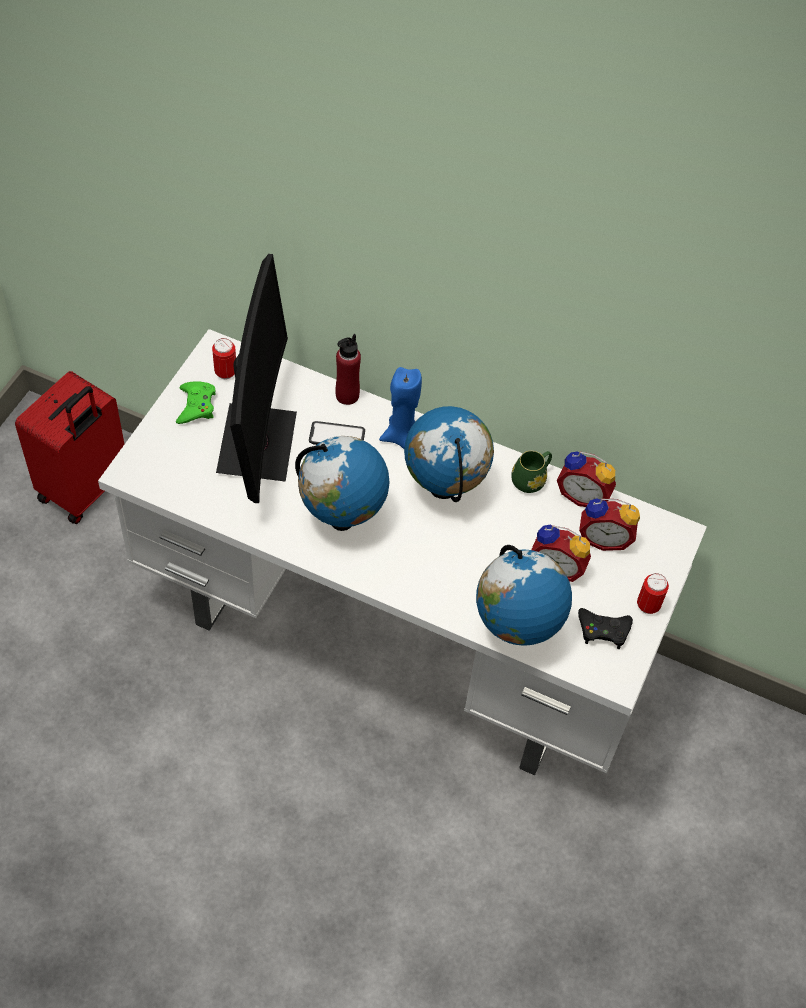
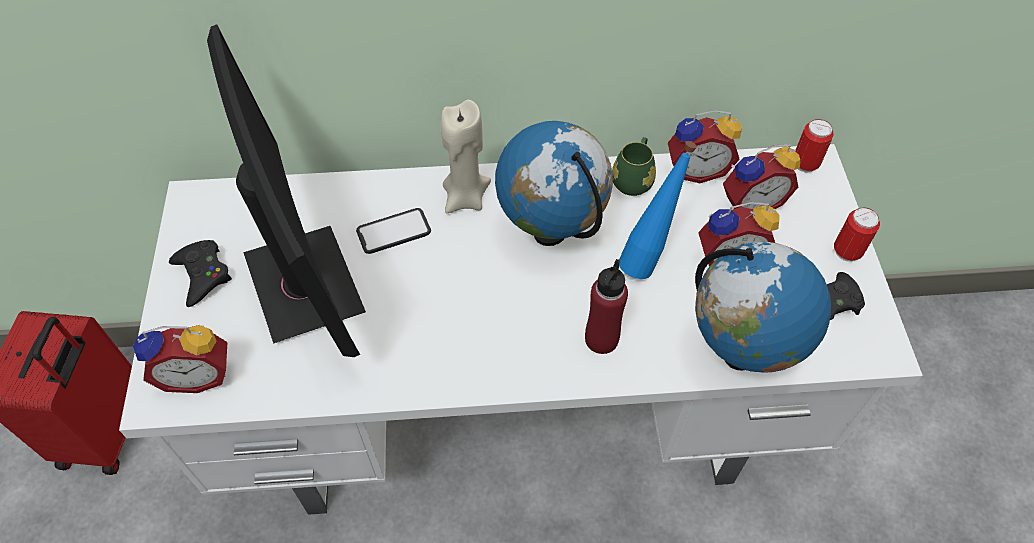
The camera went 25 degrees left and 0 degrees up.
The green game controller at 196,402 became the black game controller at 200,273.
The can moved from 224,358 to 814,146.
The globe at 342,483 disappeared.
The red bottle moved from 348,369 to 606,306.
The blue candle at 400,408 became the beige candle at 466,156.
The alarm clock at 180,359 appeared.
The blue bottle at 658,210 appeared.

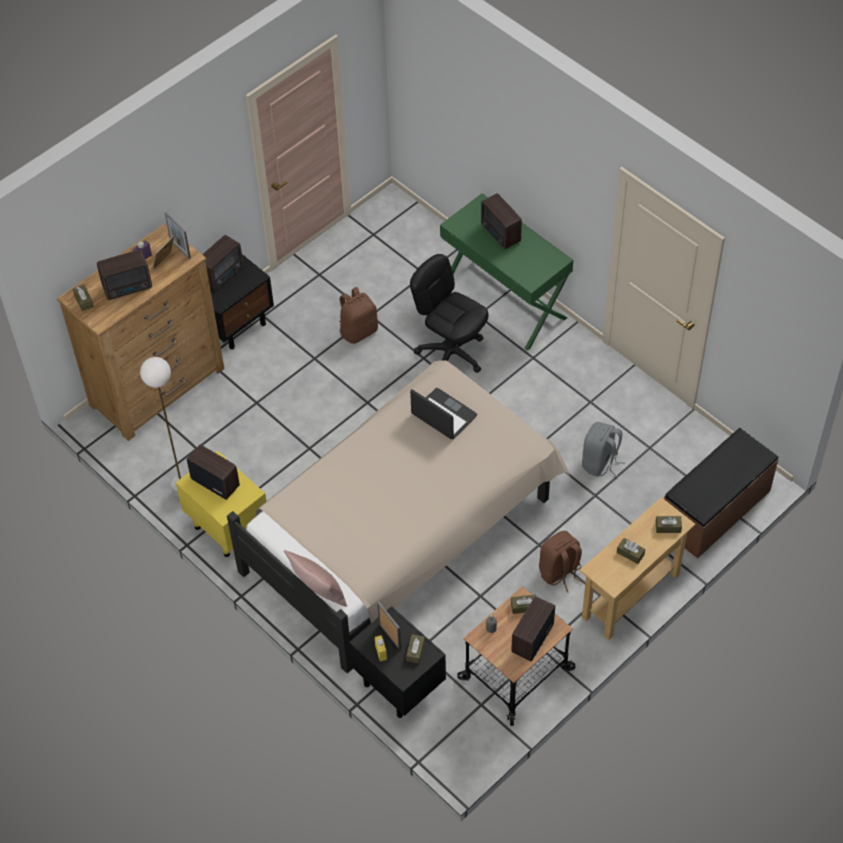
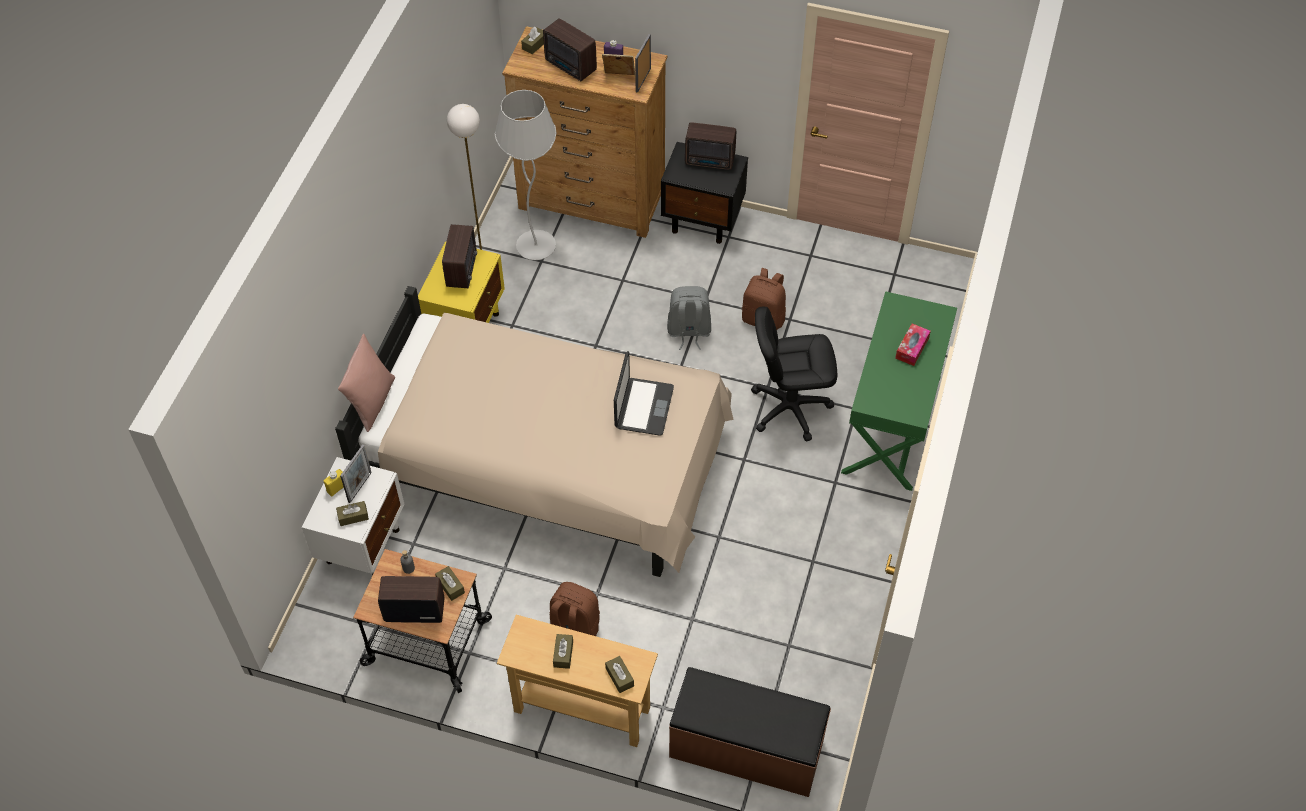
The camera went 60 degrees right and 0 degrees up.
The black nightstand at 397,662 became the white nightstand at 353,516.
The black office chair at 449,313 turned 105 degrees counterclockwise.
The radio at 501,221 was replaced by the tissue box at 913,345.
The grey backpack moved from 603,449 to 689,318.
The white floor lamp at 526,175 appeared.

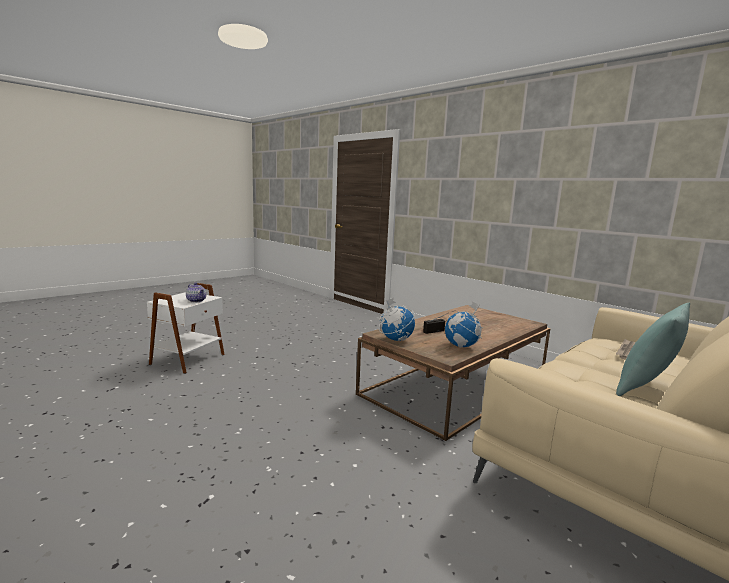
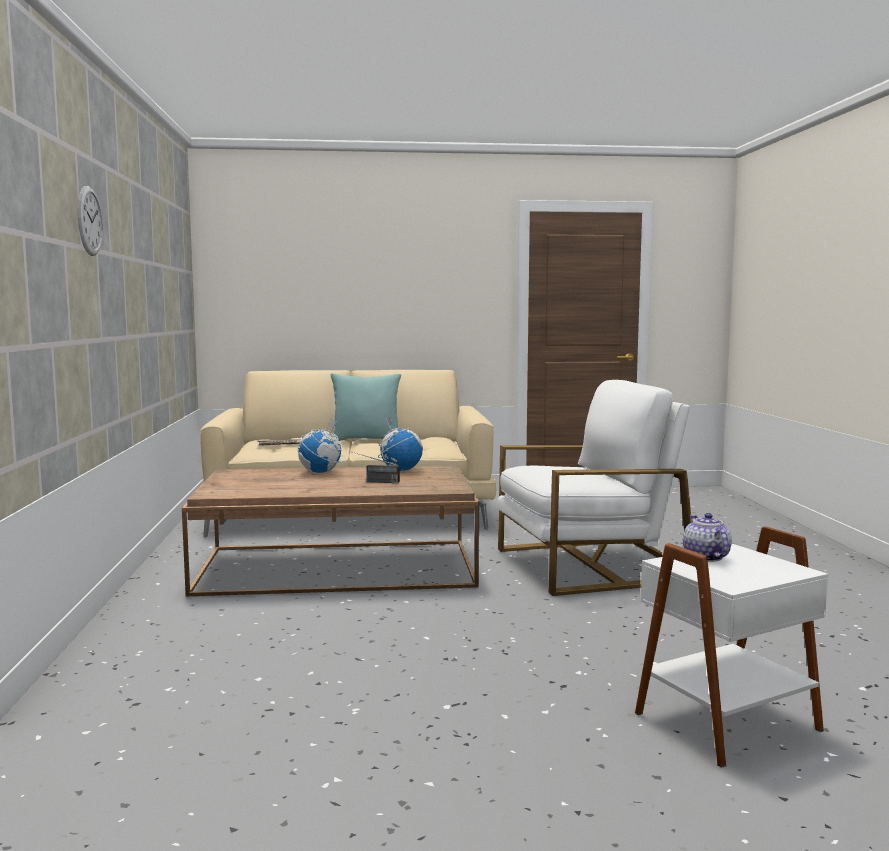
The camera went 140 degrees left and 5 degrees down.
The globe moved from 397,319 to 320,445.
The wall clock at 90,221 appeared.
The white armchair at 594,488 appeared.

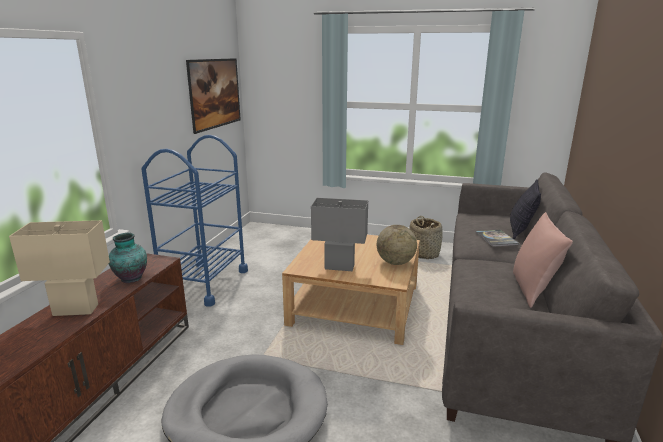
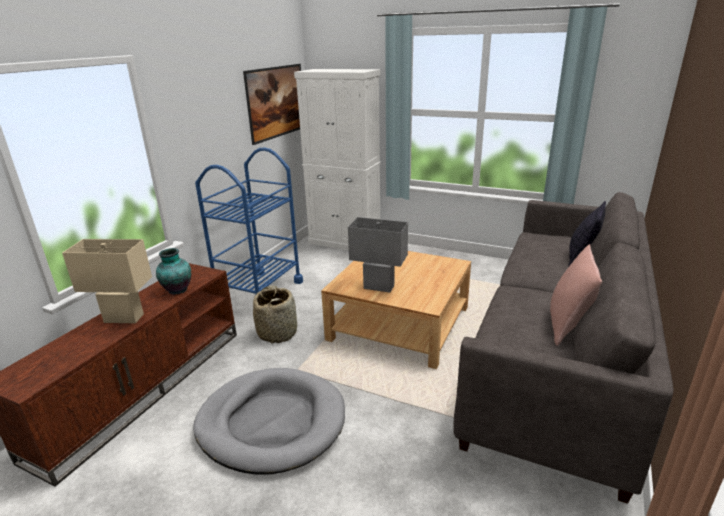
The camera went 10 degrees right and 5 degrees up.
The globe at 397,245 disappeared.
The basket moved from 426,237 to 275,315.
The book at 497,238 disappeared.
The white cabinet at 337,160 appeared.

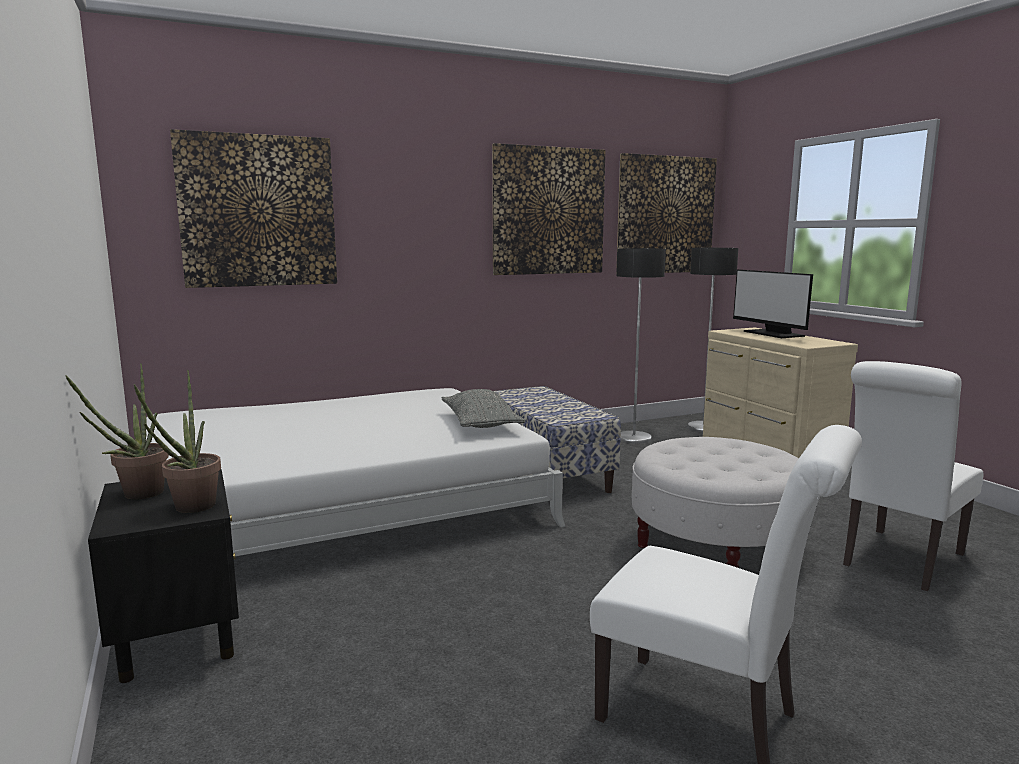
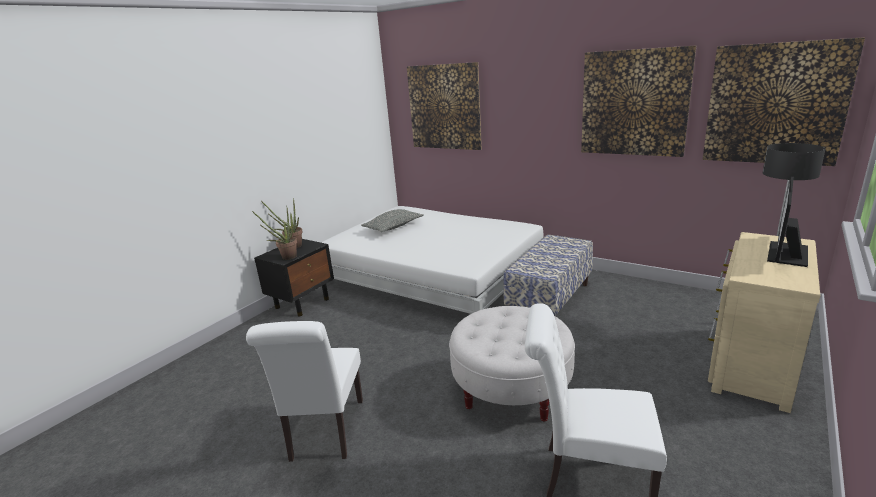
The camera went 60 degrees right and 10 degrees up.
The grey pillow moved from 483,408 to 392,220.
The floor lamp at 641,346 disappeared.

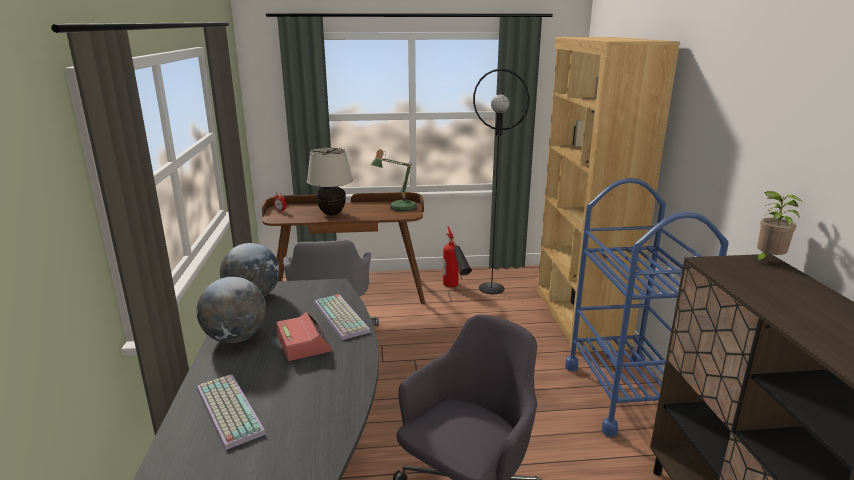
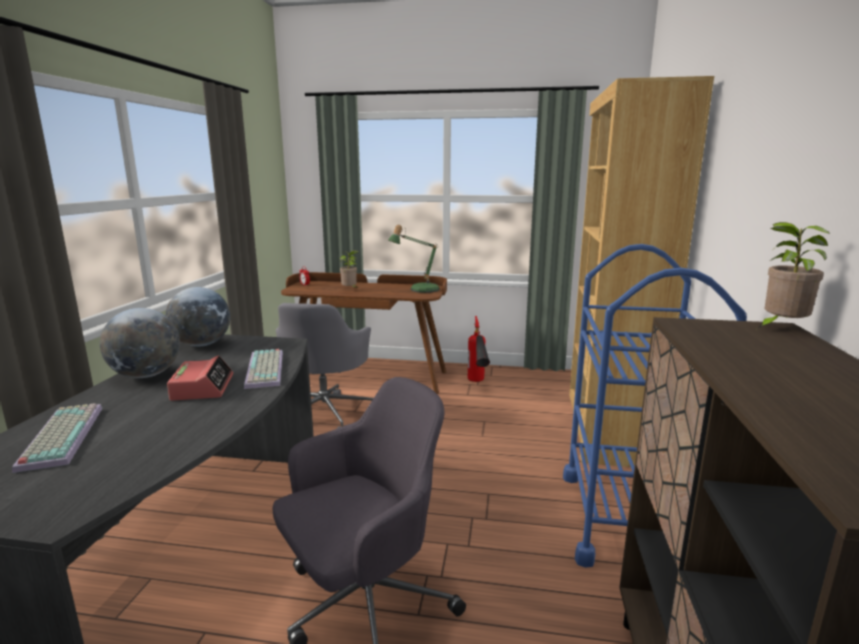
The camera went 15 degrees right and 5 degrees down.
The beige table lamp at 330,182 was replaced by the potted plant at 349,269.
The black floor lamp at 501,181 disappeared.

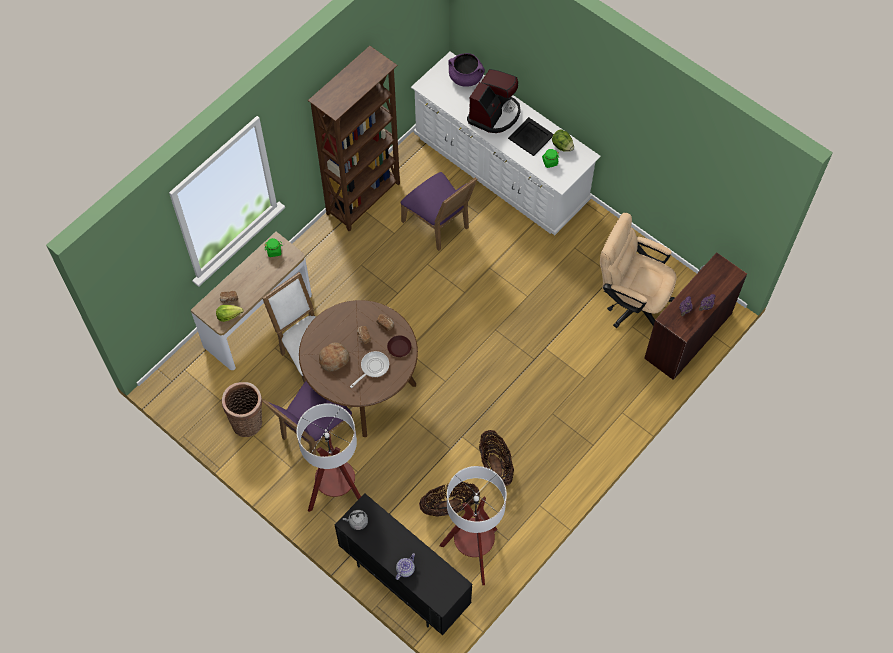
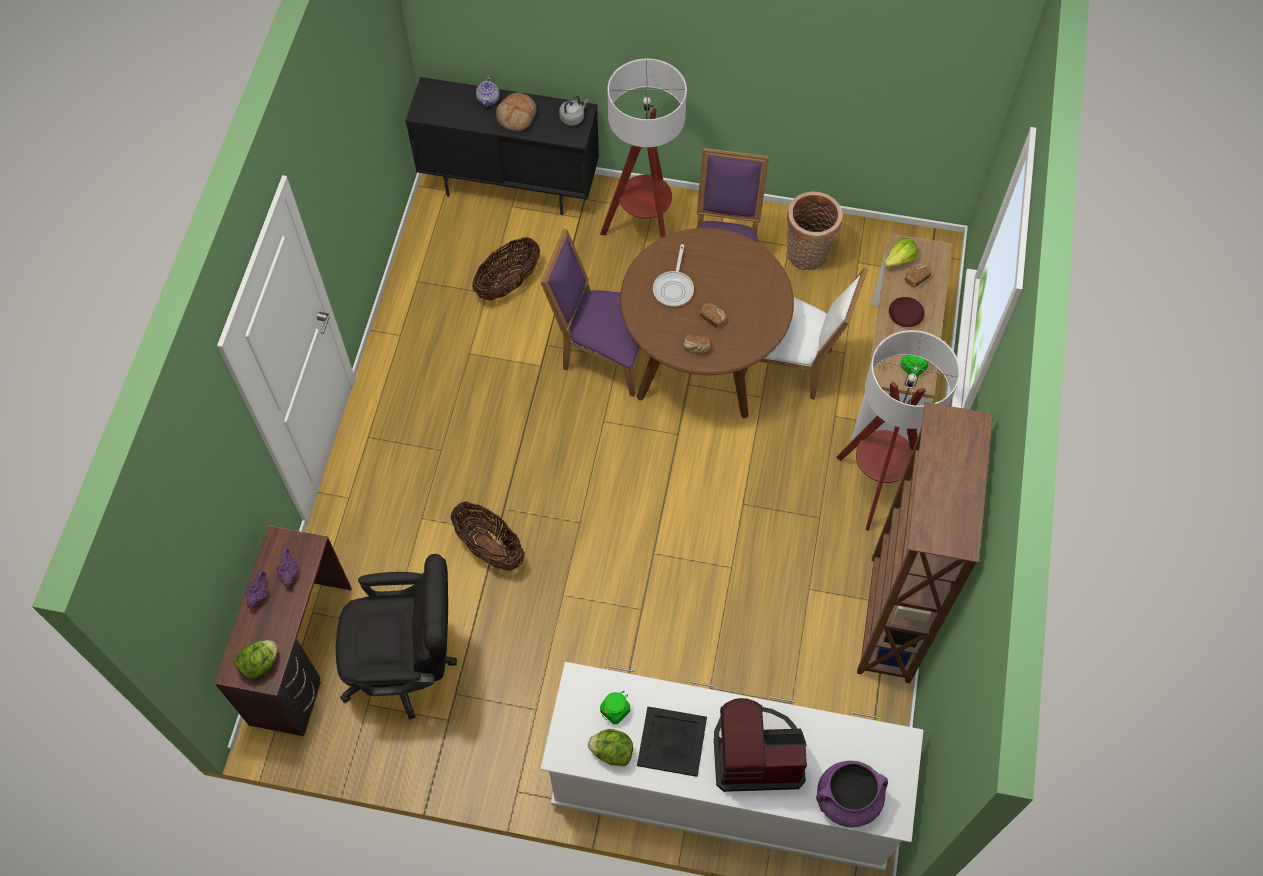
The camera went 150 degrees right and 0 degrees up.
The bread moved from 334,357 to 516,111.
The brown plate moved from 399,346 to 907,312.
The purple chair moved from 439,211 to 590,313.
The floor lamp moved from 473,525 to 898,430.
The coffee machine at 494,101 turned 90 degrees clockwise.
The basket moved from 496,458 to 488,536.
The beige office chair at 638,270 became the black office chair at 396,637.
The lettuce at 255,659 appeared.

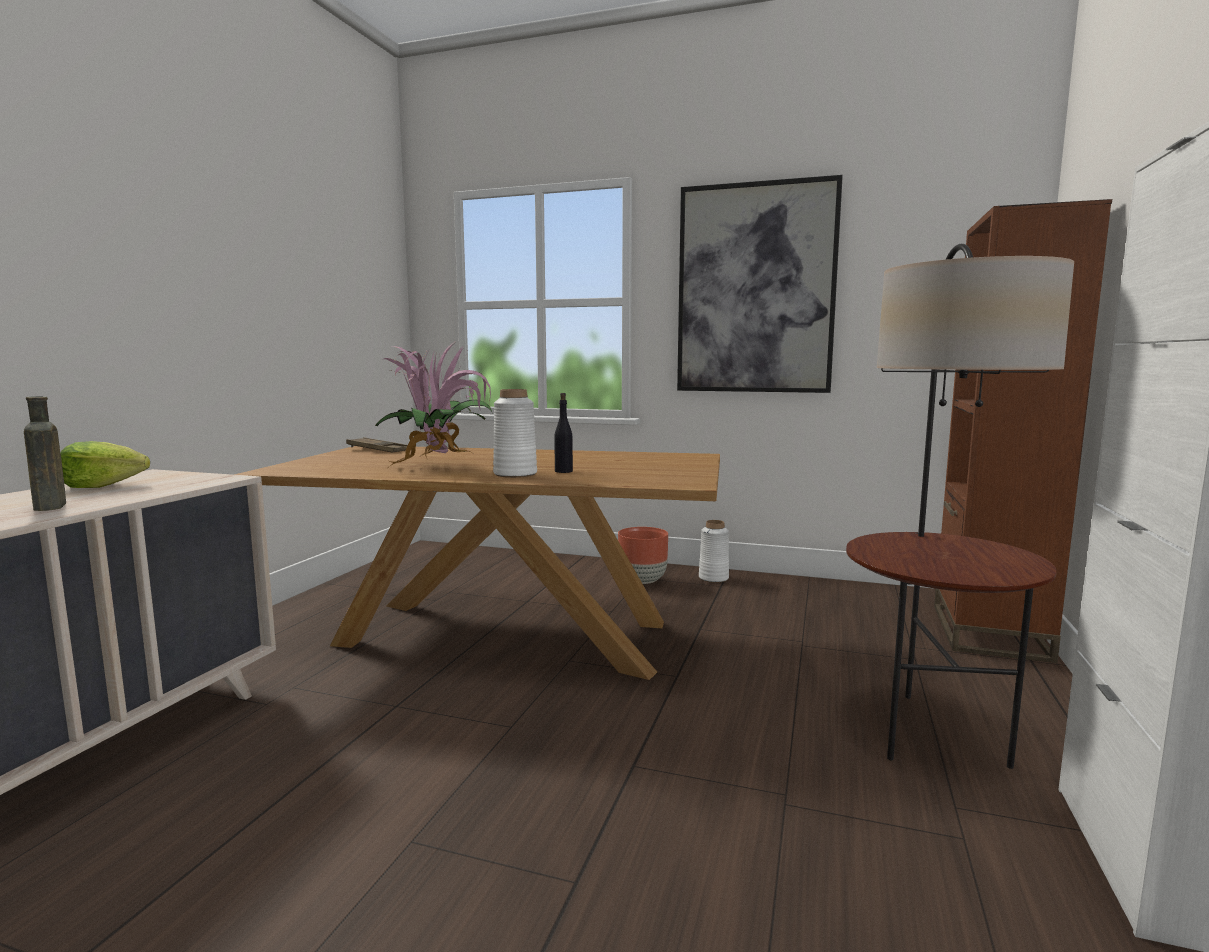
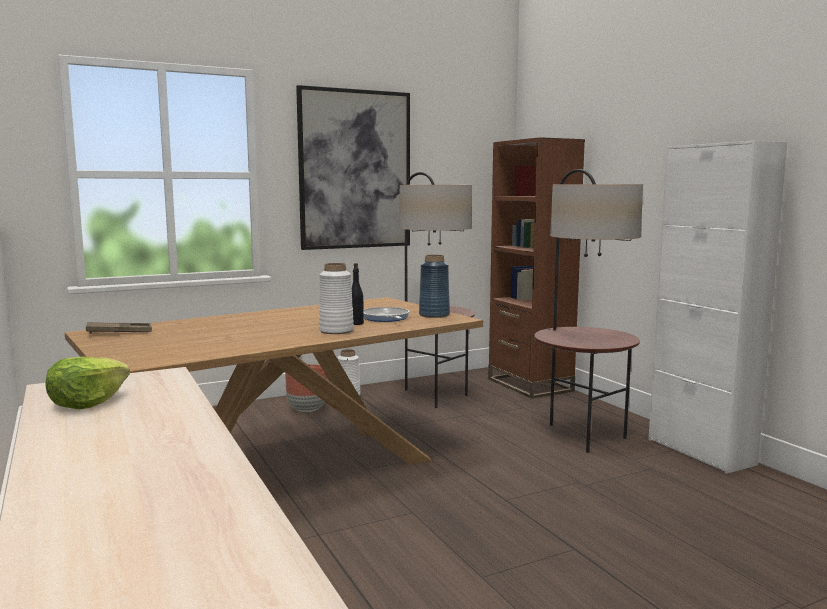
The camera went 45 degrees left and 0 degrees up.
The brown bottle at 45,453 disappeared.
The potted plant at 434,405 disappeared.
The frying pan at 386,314 appeared.
The floor lamp at 437,290 appeared.
The blue vase at 434,286 appeared.

